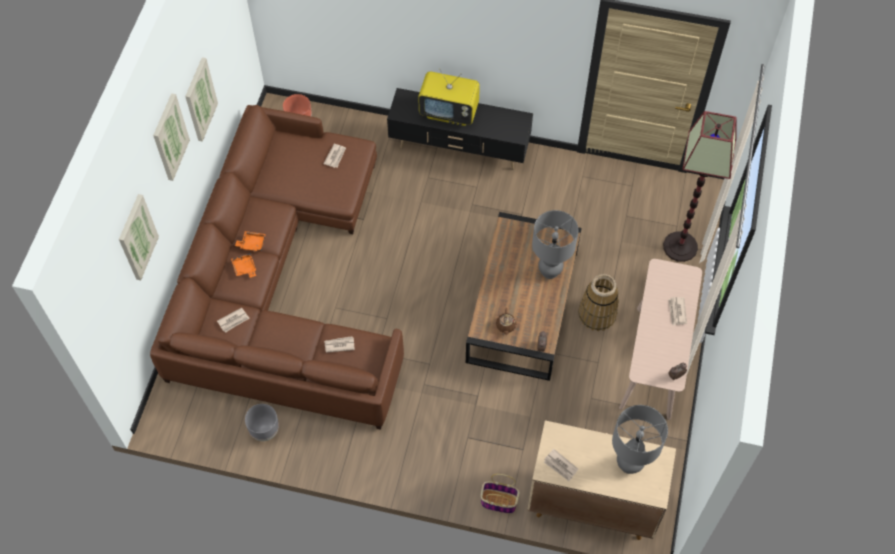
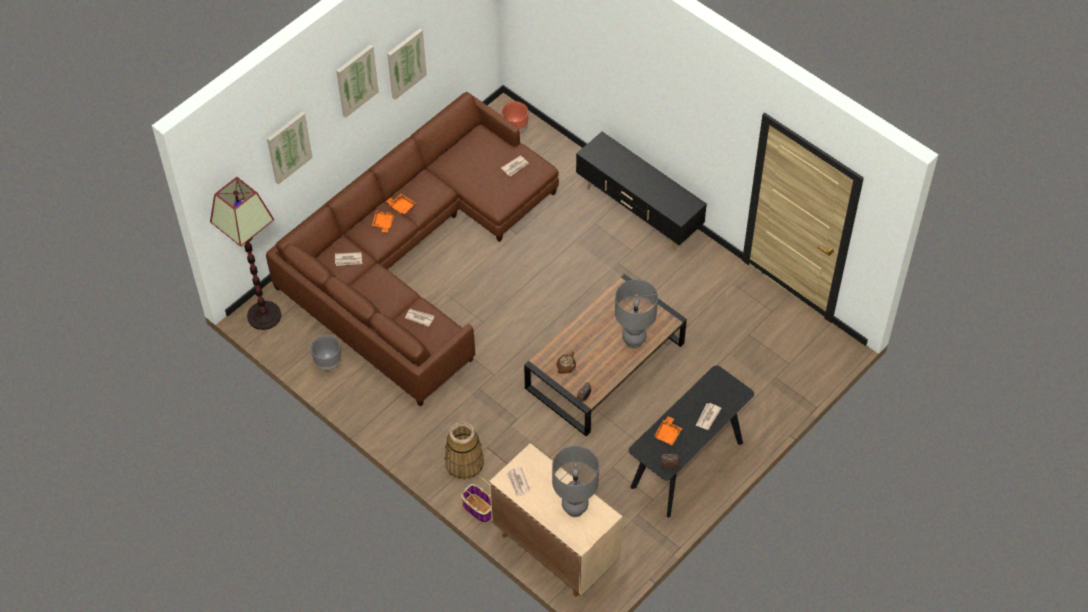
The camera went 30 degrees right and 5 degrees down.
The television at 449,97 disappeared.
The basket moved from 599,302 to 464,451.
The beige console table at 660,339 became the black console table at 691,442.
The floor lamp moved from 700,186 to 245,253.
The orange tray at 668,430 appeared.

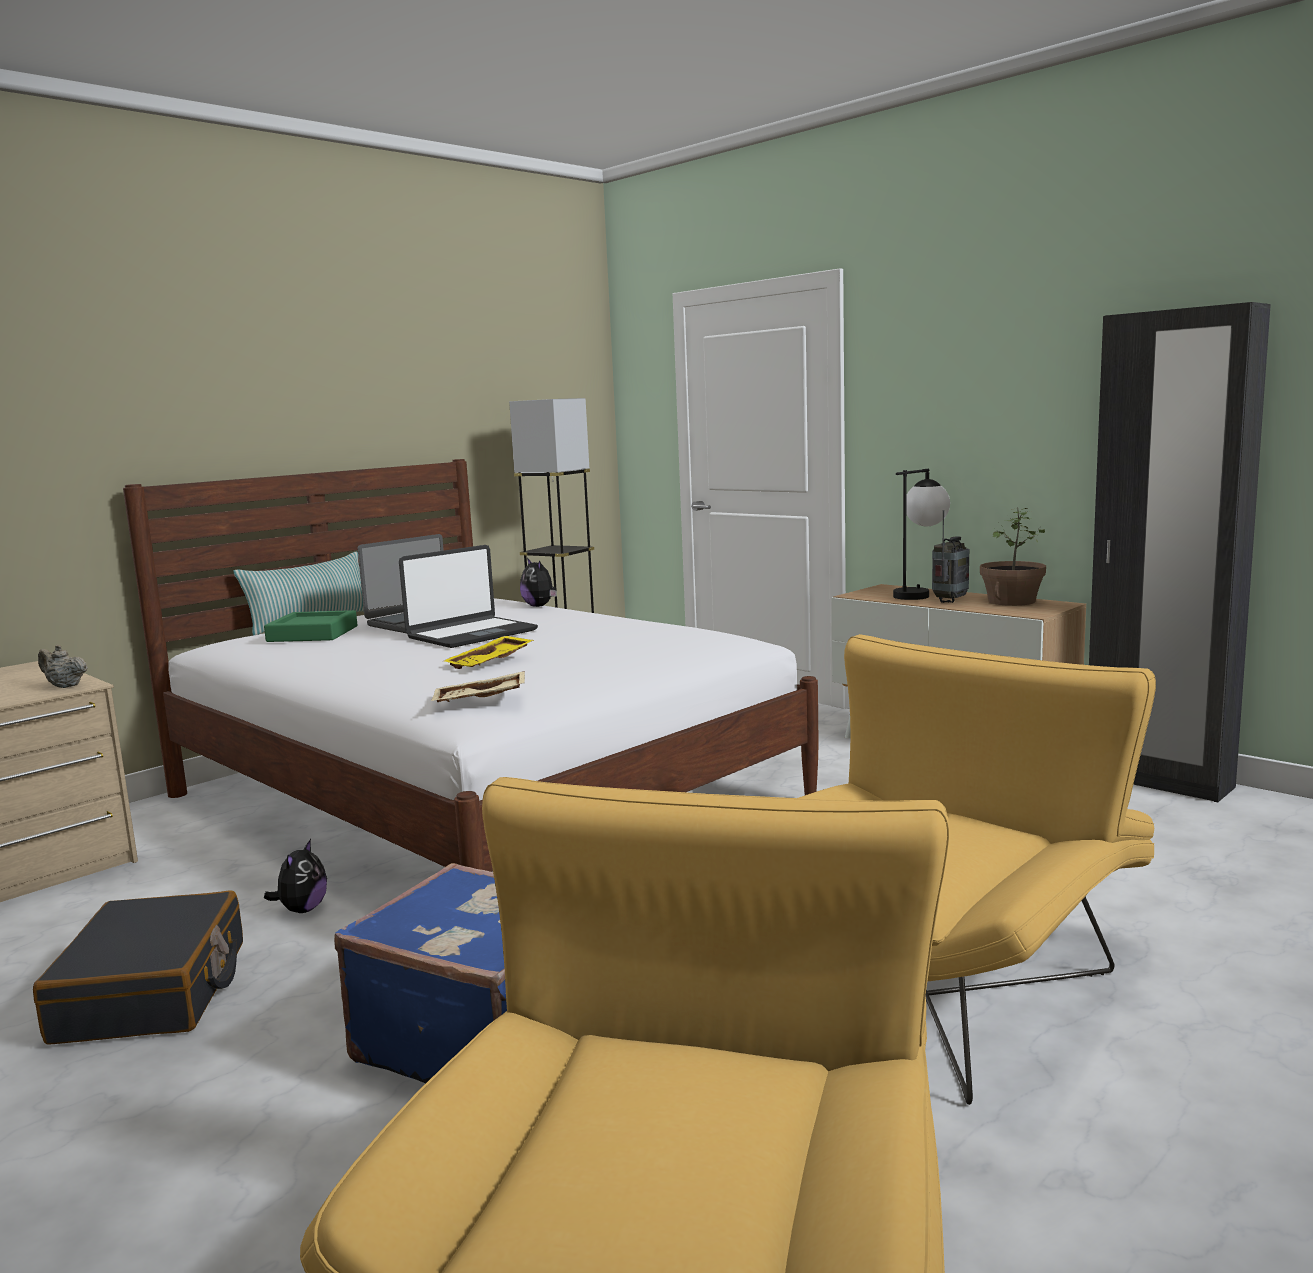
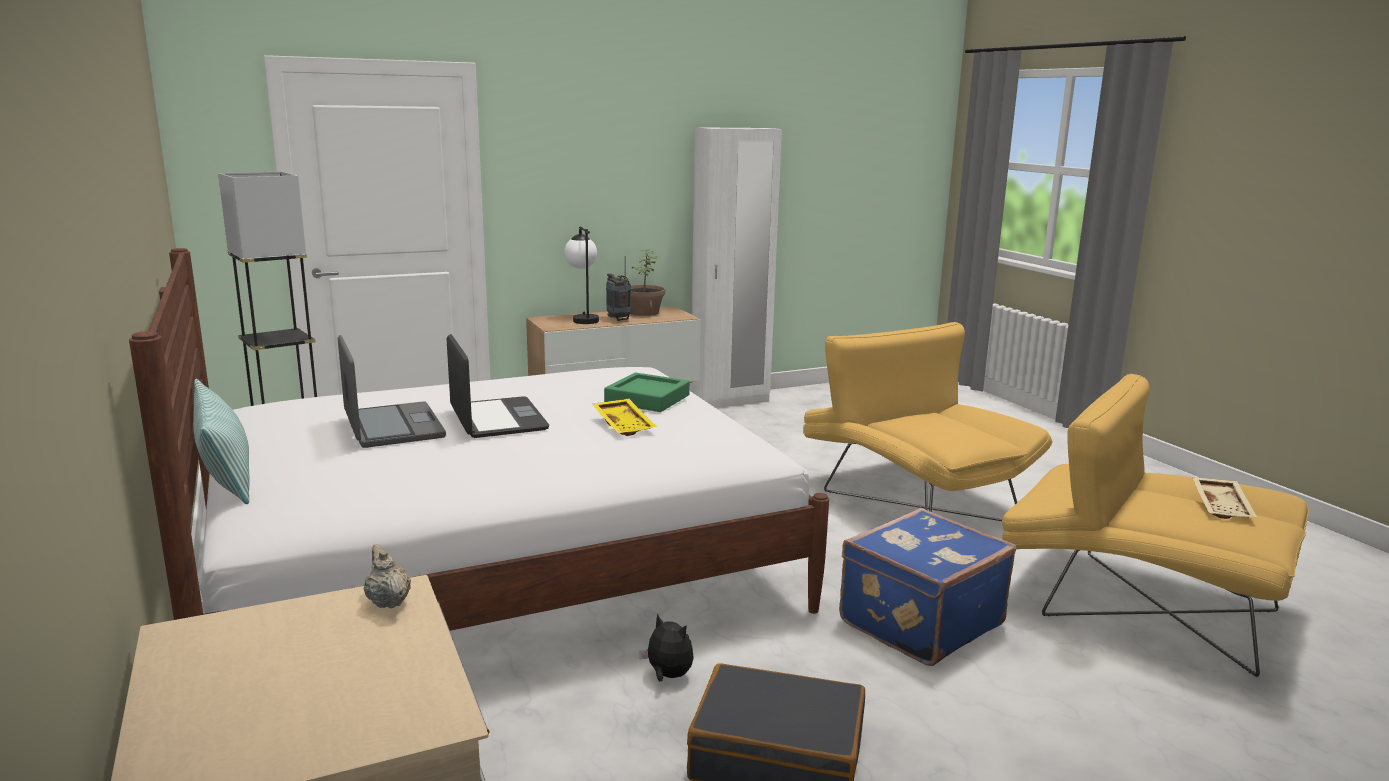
The camera went 70 degrees left and 5 degrees up.
The beige teapot at 63,666 turned 105 degrees clockwise.
The green tray moved from 310,626 to 647,392.
The beige tray moved from 478,686 to 1224,498.
The plush toy at 538,582 disappeared.
The black wardrobe at 1180,552 became the white wardrobe at 736,267.

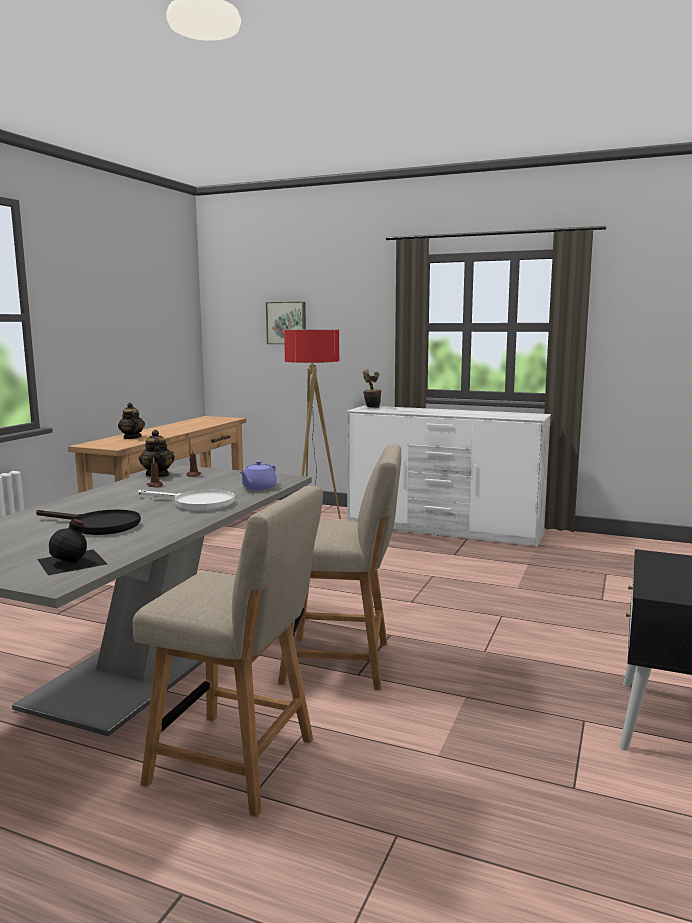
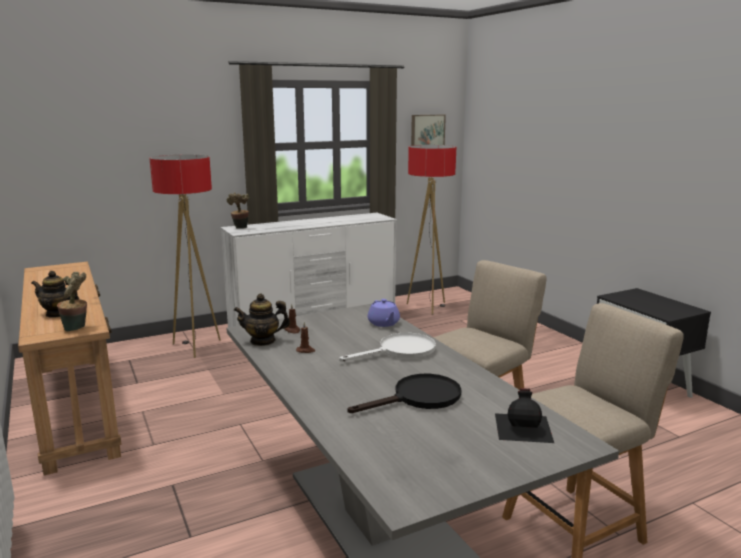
The camera went 50 degrees left and 5 degrees up.
The teapot at 156,453 turned 150 degrees clockwise.
The picture moved from 286,323 to 428,130.
The potted plant at 72,302 appeared.
The floor lamp at 431,230 appeared.

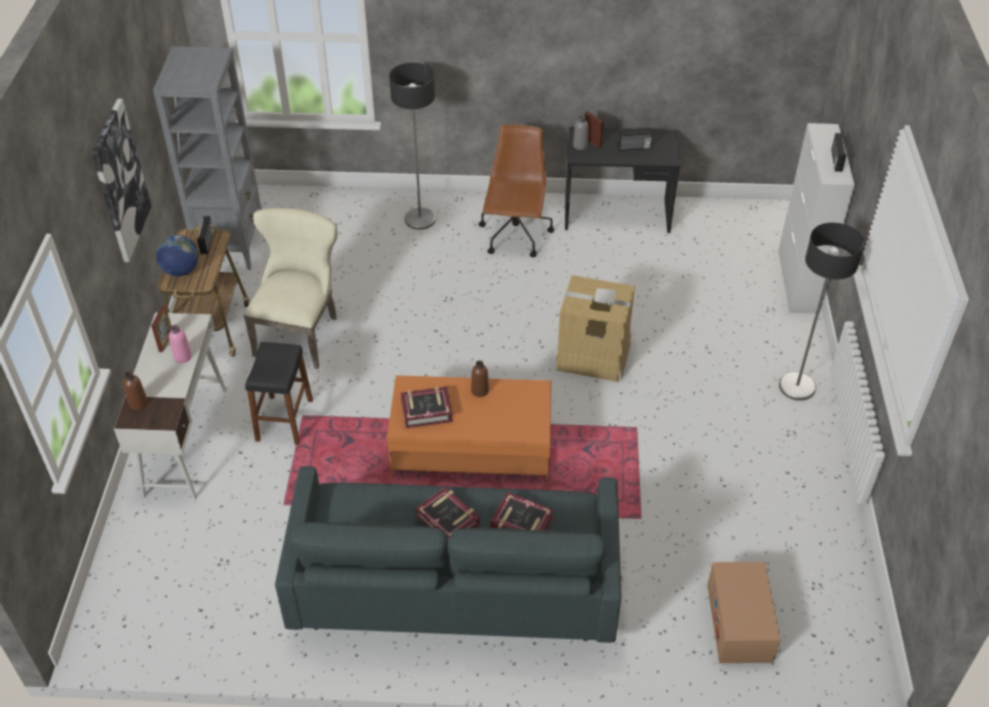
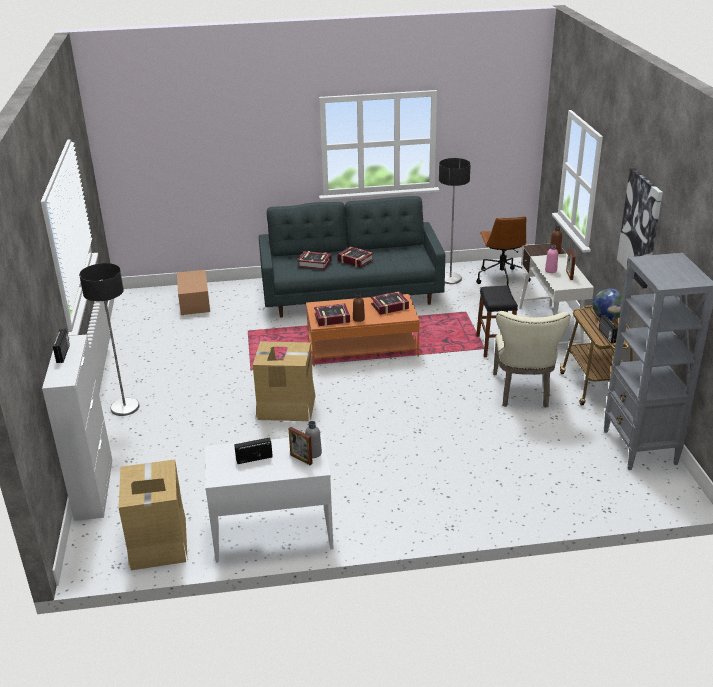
The camera went 170 degrees right and 15 degrees down.
The floor lamp moved from 412,146 to 455,221.
The brown office chair moved from 516,190 to 503,251.
The black desk at 622,180 became the white desk at 269,498.
The cardboard box at 153,514 appeared.
The book at 332,315 appeared.

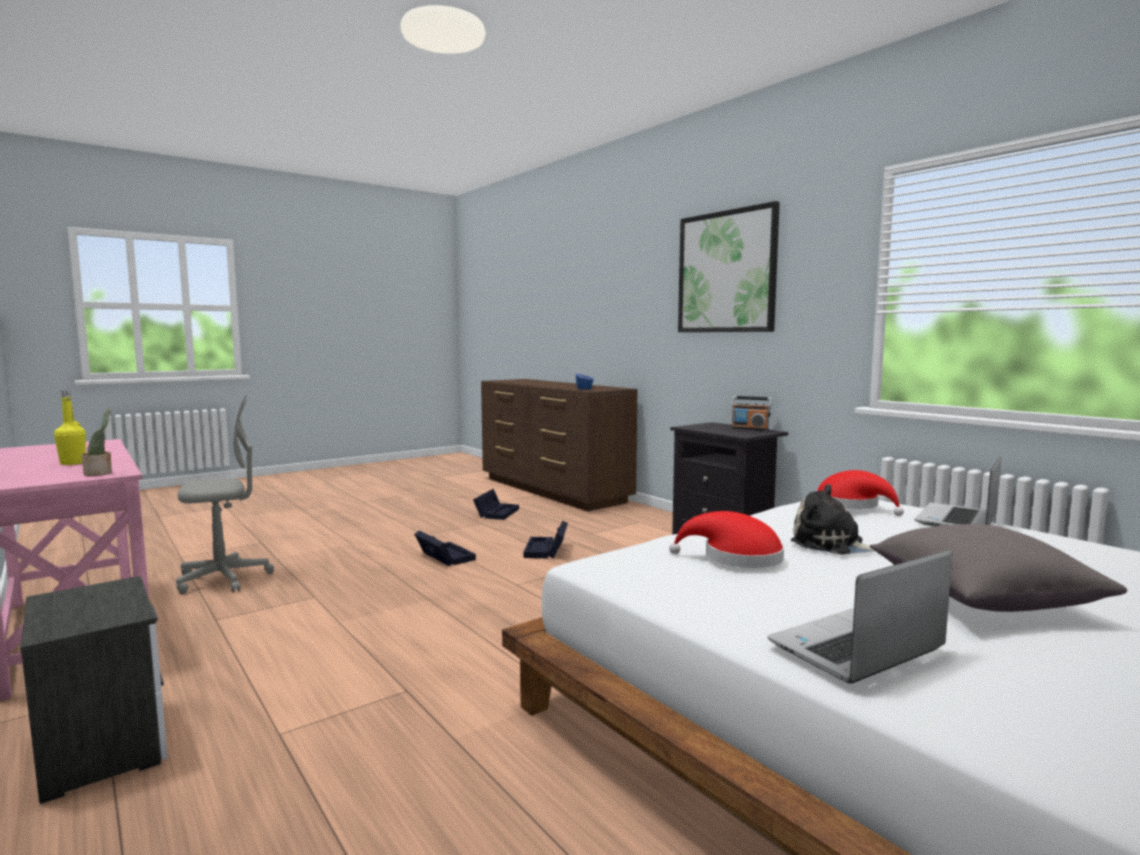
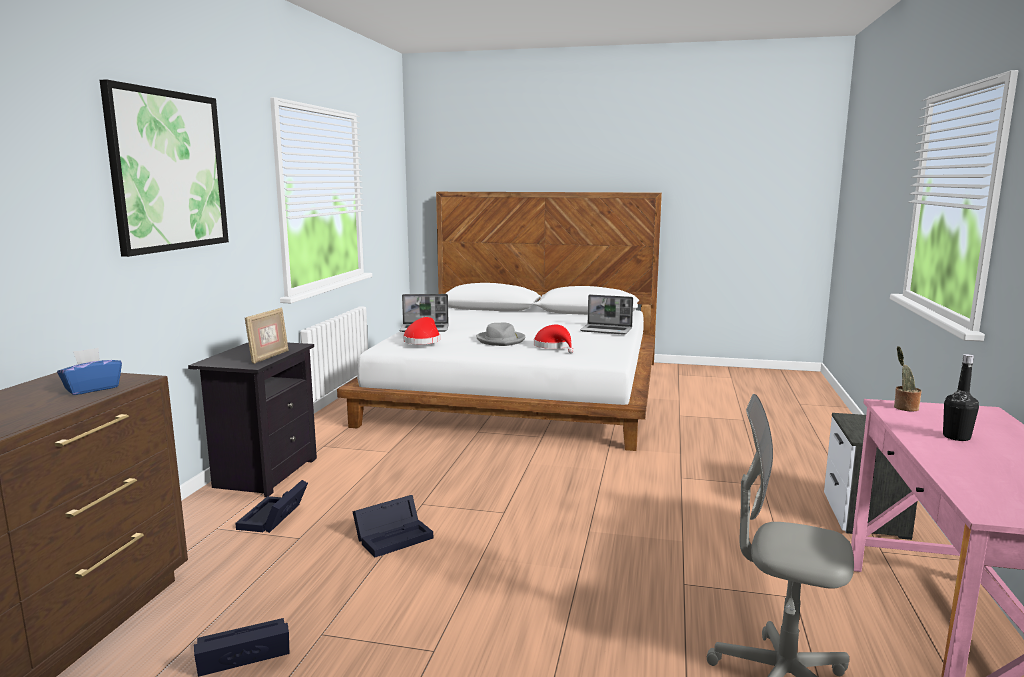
The camera went 130 degrees left and 5 degrees up.
The yellow bottle at 70,427 became the black bottle at 961,397.
The black storage box moved from 445,548 to 271,506.
The radio at 751,413 disappeared.
The plush toy at 833,519 was replaced by the grey hat at 500,334.
The grey pillow at 998,568 disappeared.
The picture frame at 267,335 appeared.

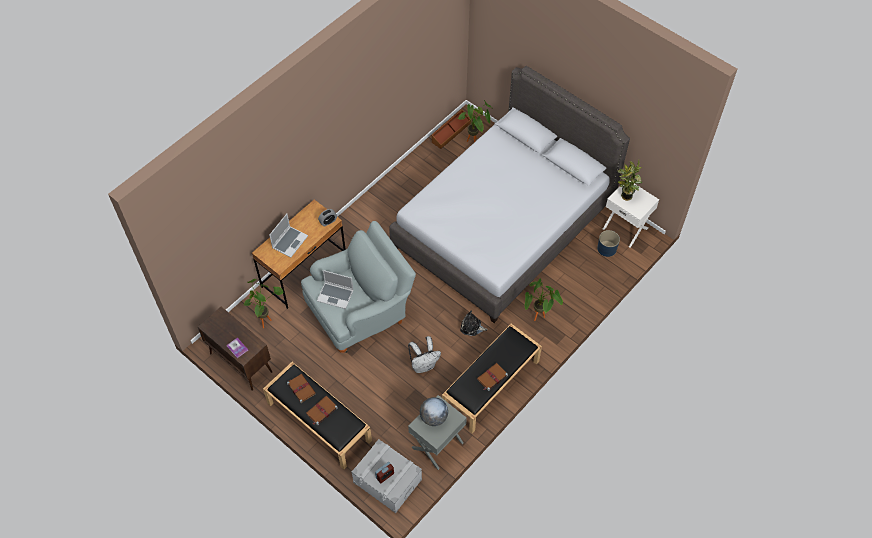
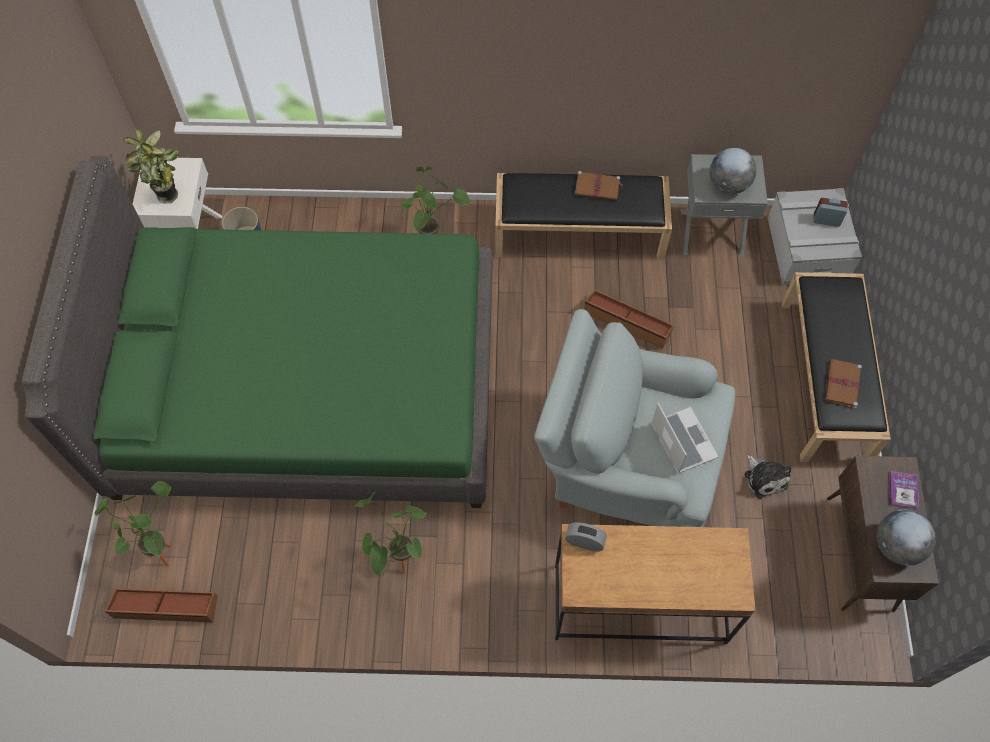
The camera went 130 degrees left and 5 degrees up.
The potted plant moved from 264,303 to 390,534.
The laptop at 288,235 disappeared.
The brown book at 322,410 disappeared.
The grey bed at 509,194 became the green bed at 257,332.
The white backpack at 424,354 was replaced by the brown storage box at 629,319.
The plush toy moved from 474,323 to 768,477.
The globe at 906,537 appeared.

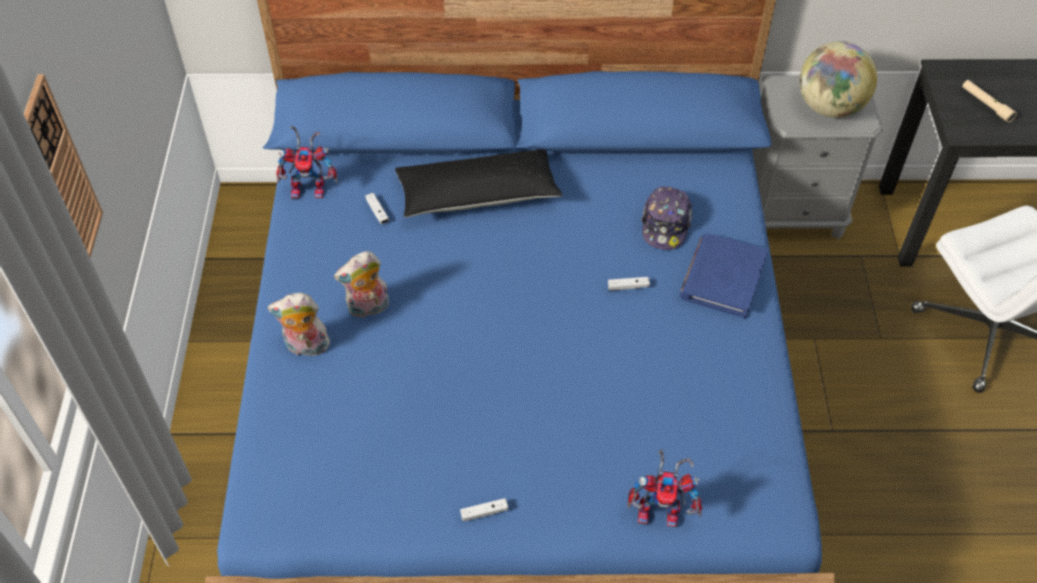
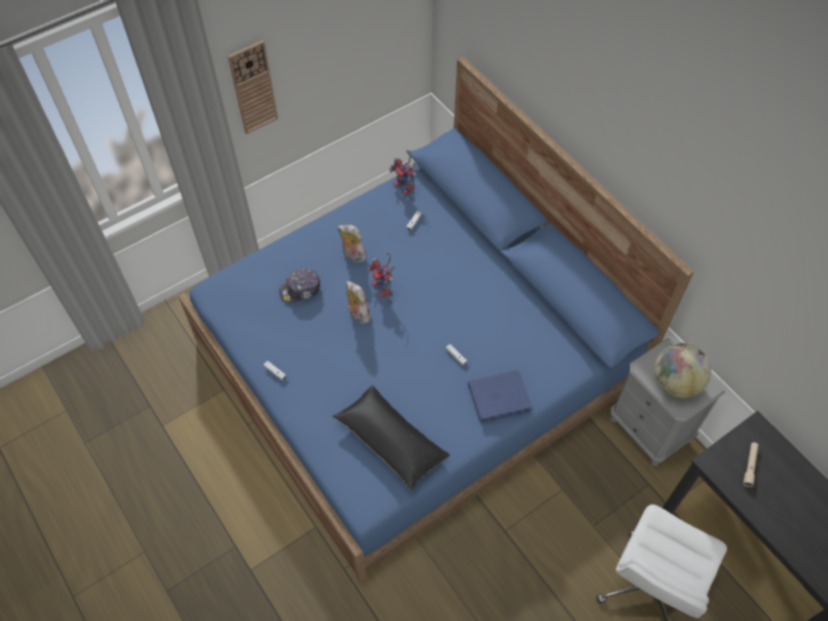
The camera went 55 degrees right and 5 degrees up.
The plush toy moved from 300,324 to 358,302.
The black pillow moved from 478,183 to 391,437.
The toy robot moved from 664,488 to 381,275.
The cap moved from 666,218 to 300,286.

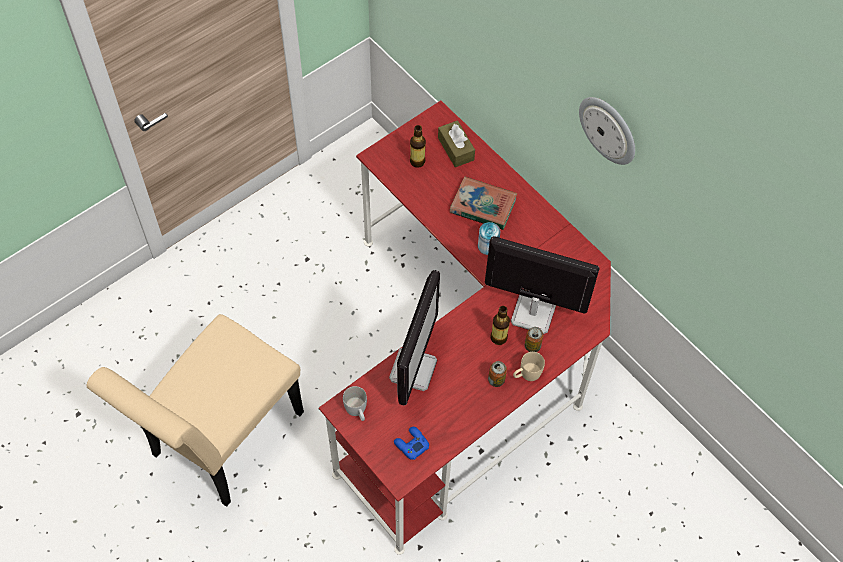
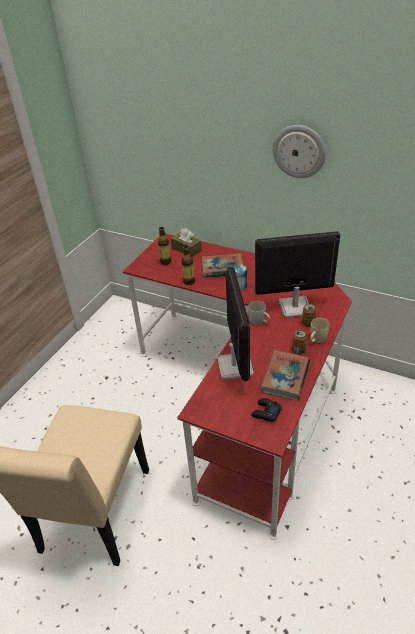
The camera went 20 degrees left and 20 degrees down.
The white mug moved from 355,403 to 259,313.
The blue game controller at 411,443 became the black game controller at 266,410.
The bottle moved from 500,325 to 188,265.
The book at 285,375 appeared.

